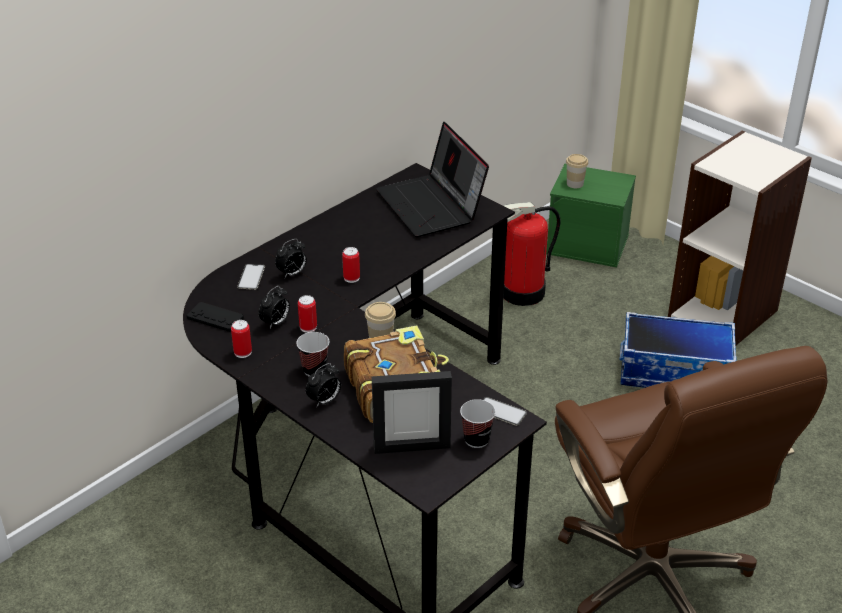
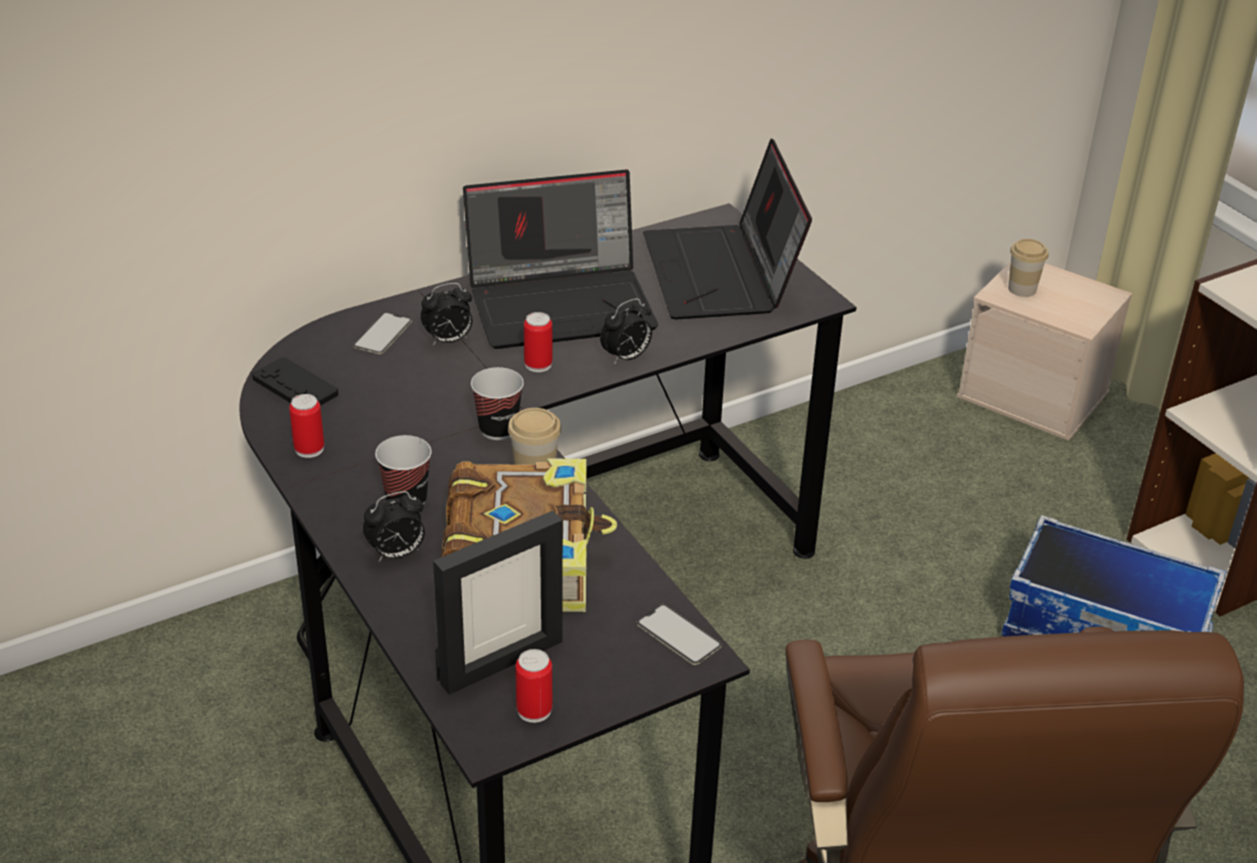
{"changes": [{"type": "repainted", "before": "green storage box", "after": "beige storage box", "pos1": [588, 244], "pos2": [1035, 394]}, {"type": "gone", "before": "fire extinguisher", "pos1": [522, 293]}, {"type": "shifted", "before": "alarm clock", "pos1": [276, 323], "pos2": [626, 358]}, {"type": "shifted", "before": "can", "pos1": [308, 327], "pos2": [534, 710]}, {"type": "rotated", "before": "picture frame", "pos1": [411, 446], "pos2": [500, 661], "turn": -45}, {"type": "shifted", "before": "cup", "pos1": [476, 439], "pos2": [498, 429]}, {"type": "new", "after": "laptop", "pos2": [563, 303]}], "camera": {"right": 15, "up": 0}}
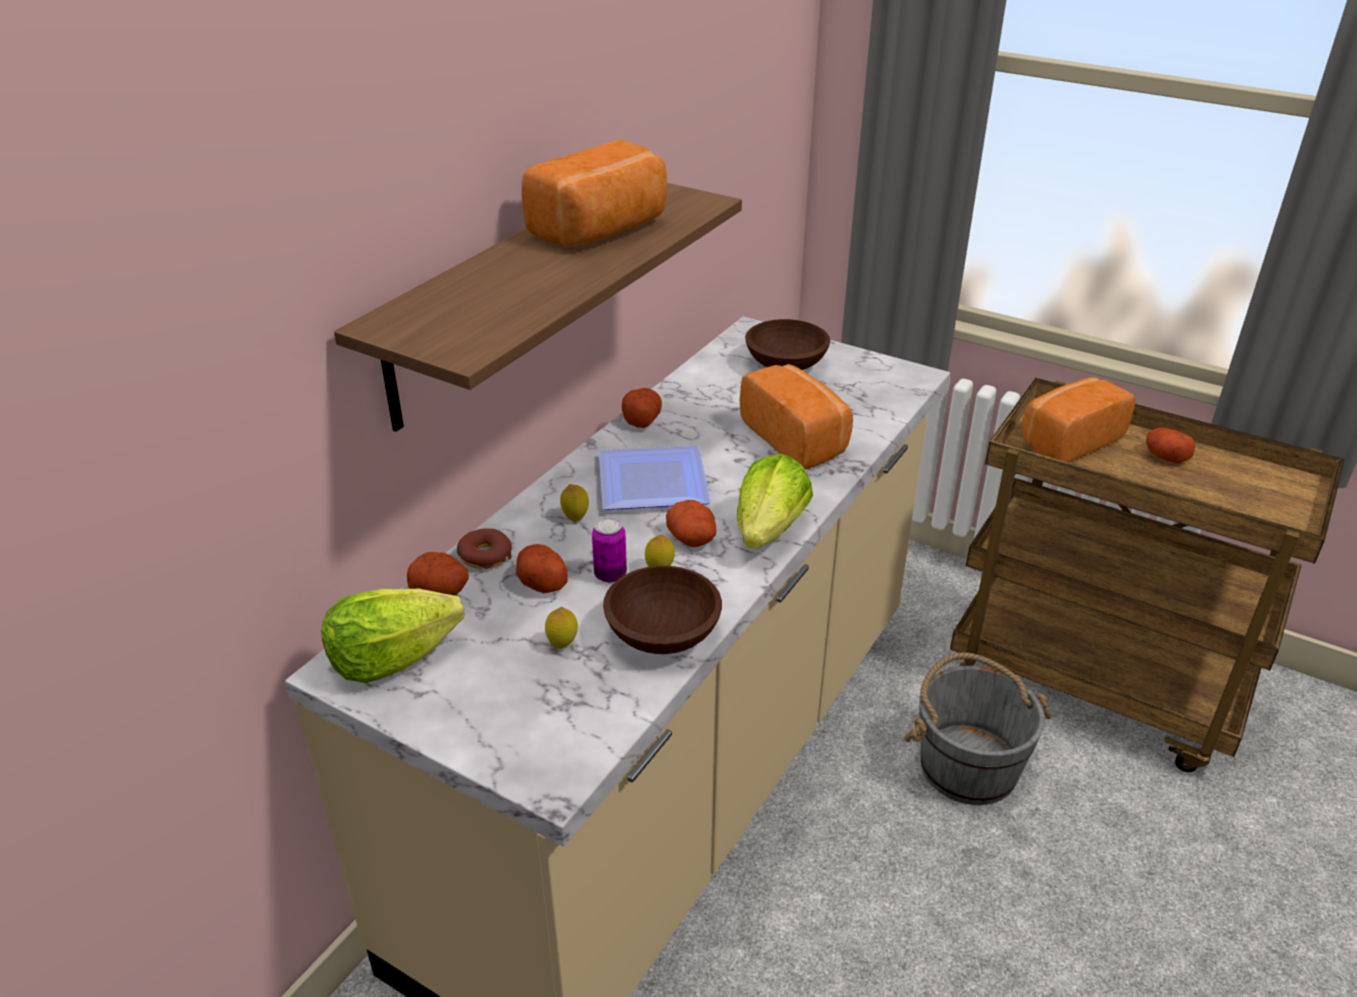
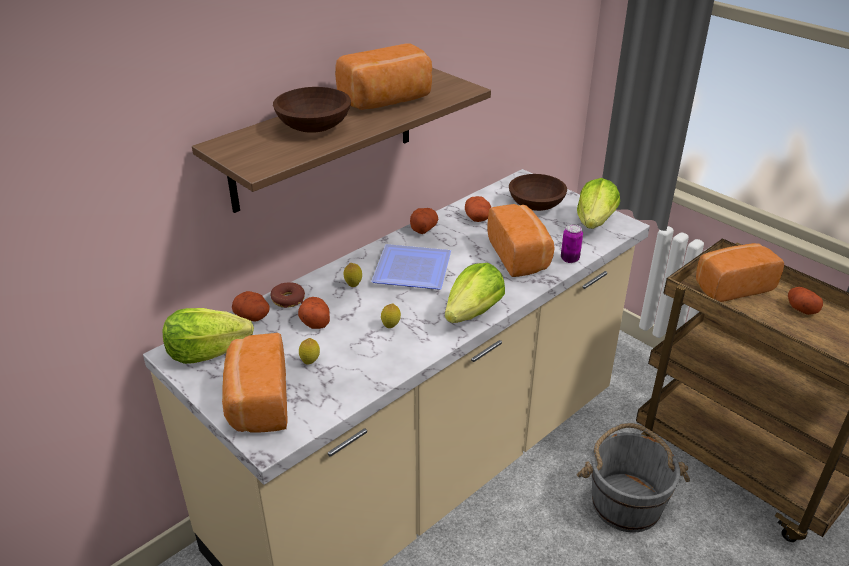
{"changes": [{"type": "shifted", "before": "potato", "pos1": [693, 538], "pos2": [478, 218]}, {"type": "shifted", "before": "can", "pos1": [610, 575], "pos2": [569, 259]}, {"type": "shifted", "before": "brown bowl", "pos1": [665, 633], "pos2": [315, 127]}, {"type": "new", "after": "lettuce", "pos2": [595, 222]}, {"type": "new", "after": "bread", "pos2": [257, 402]}], "camera": {"right": 15, "up": 0}}
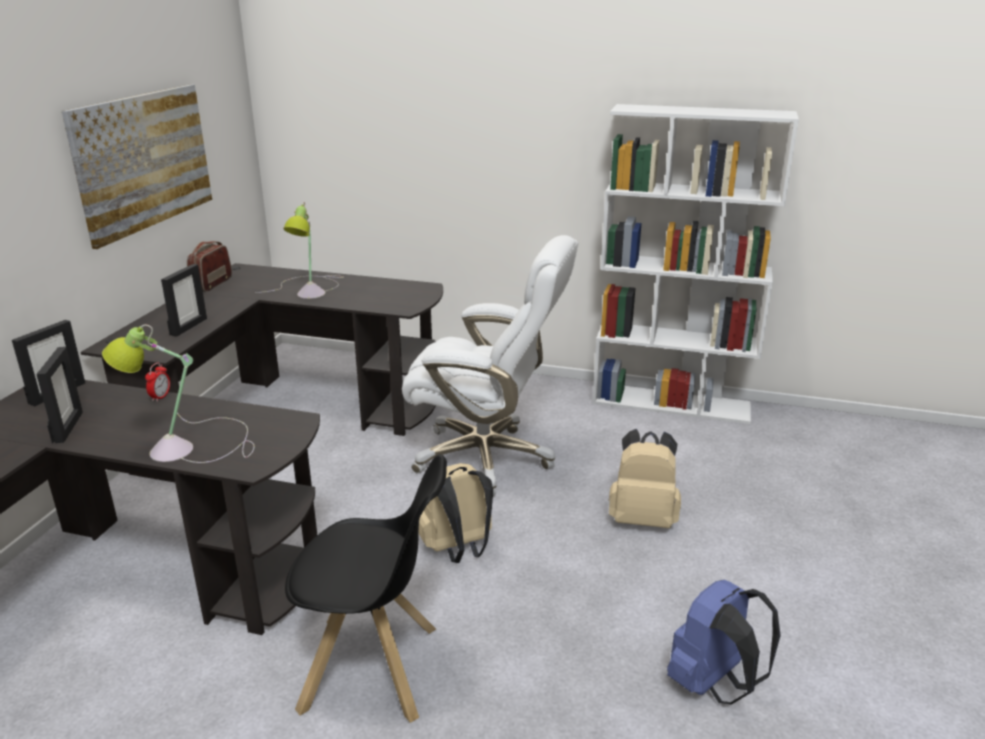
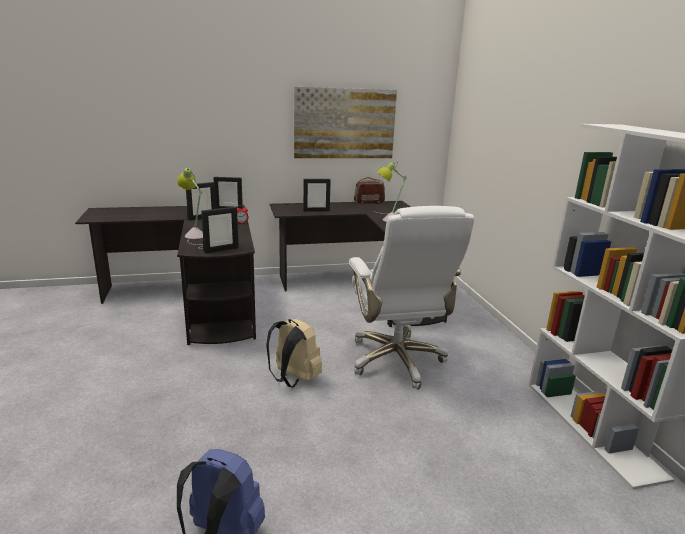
{"changes": [{"type": "gone", "before": "beige backpack", "pos1": [642, 518]}, {"type": "gone", "before": "black chair", "pos1": [374, 668]}, {"type": "new", "after": "picture frame", "pos2": [221, 249]}], "camera": {"right": 60, "up": -5}}
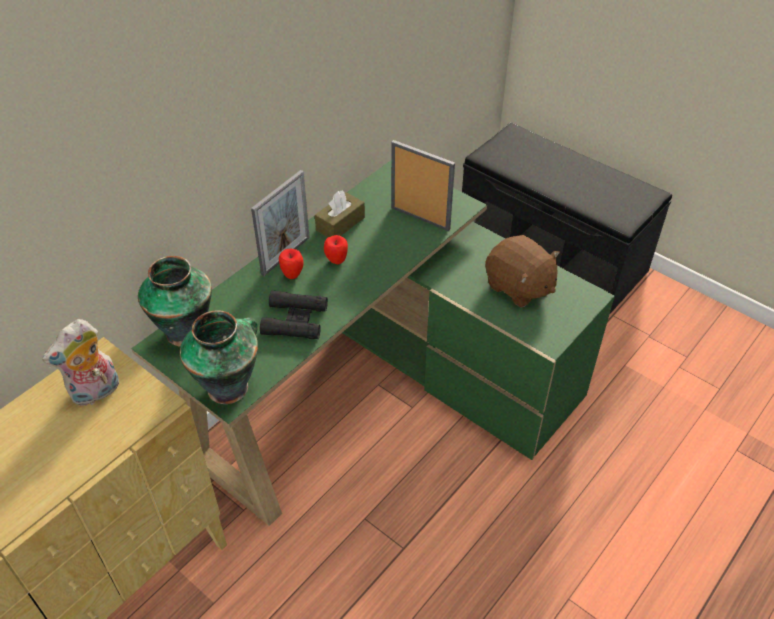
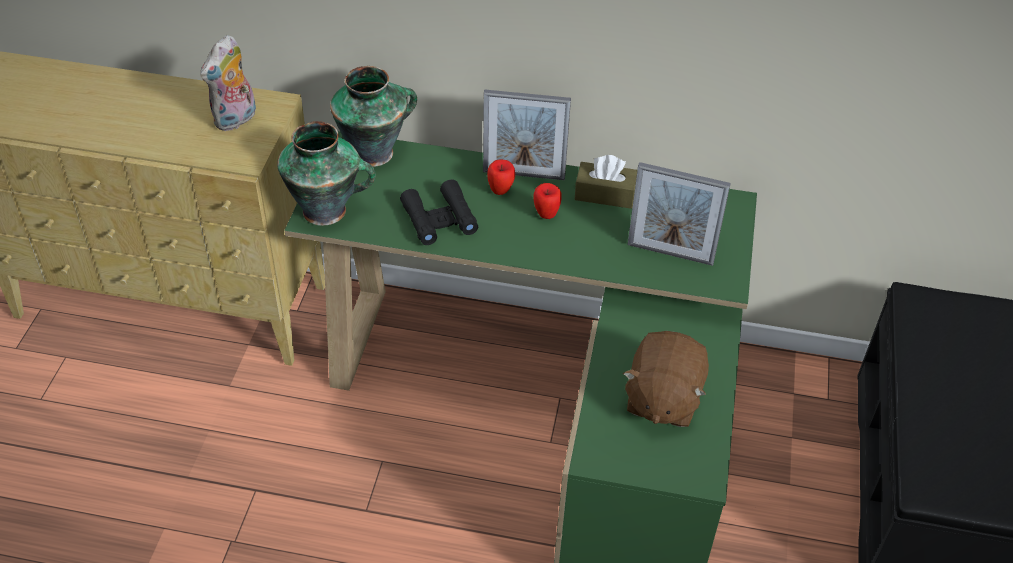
{"changes": [{"type": "rotated", "before": "picture frame", "pos1": [420, 218], "pos2": [670, 253], "turn": 105}, {"type": "rotated", "before": "plush toy", "pos1": [95, 393], "pos2": [236, 120], "turn": -75}], "camera": {"right": 60, "up": 0}}
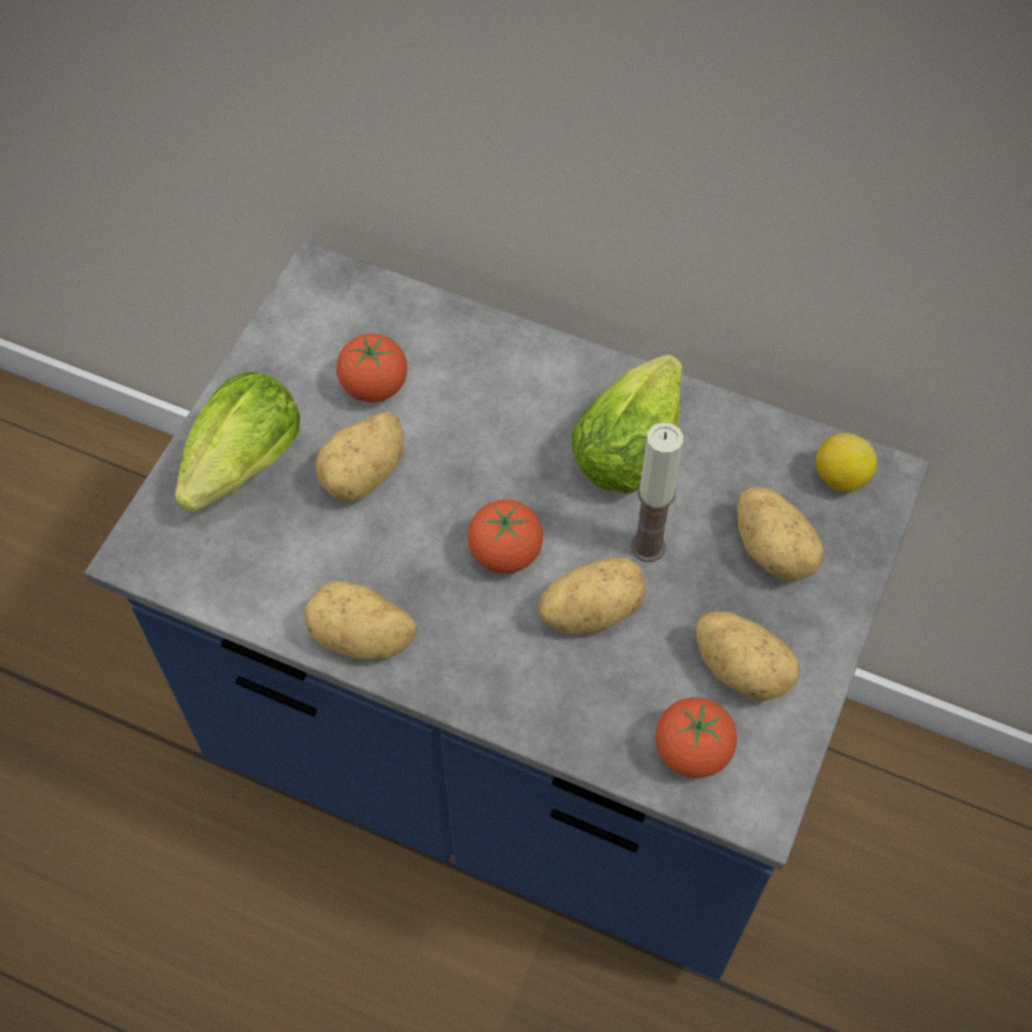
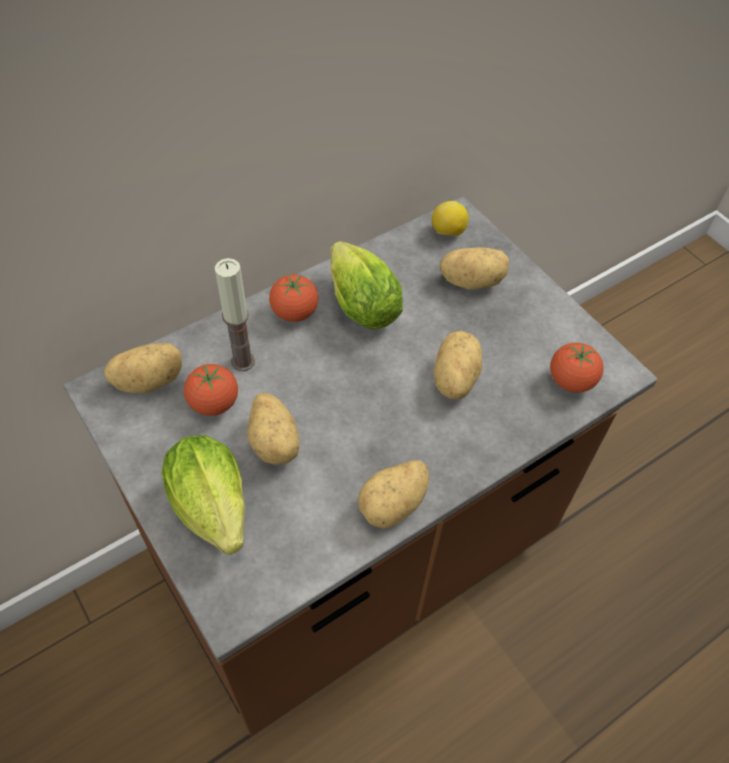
{"changes": [{"type": "repainted", "before": "blue counter", "after": "brown counter", "pos1": [516, 750], "pos2": [356, 556]}, {"type": "shifted", "before": "candle", "pos1": [648, 546], "pos2": [242, 361]}, {"type": "shifted", "before": "tomato", "pos1": [505, 553], "pos2": [294, 312]}, {"type": "shifted", "before": "potato", "pos1": [743, 668], "pos2": [149, 380]}], "camera": {"right": -60, "up": -5}}
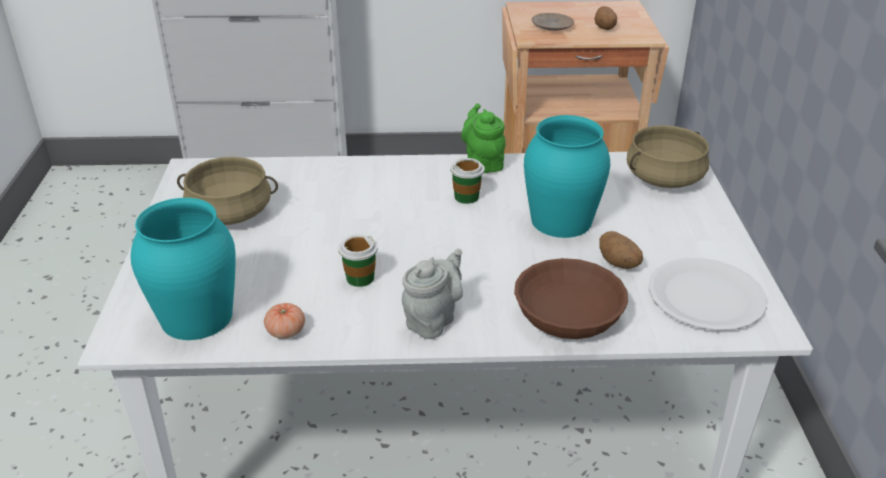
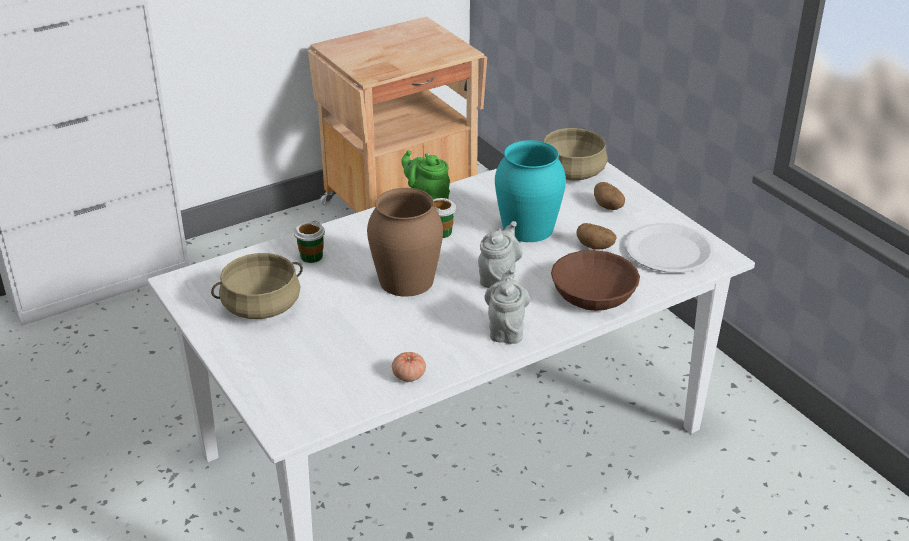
{"changes": [{"type": "shifted", "before": "potato", "pos1": [605, 28], "pos2": [608, 207]}, {"type": "gone", "before": "beige plate", "pos1": [551, 26]}, {"type": "gone", "before": "turquoise vase", "pos1": [195, 316]}, {"type": "shifted", "before": "cup", "pos1": [360, 278], "pos2": [311, 256]}, {"type": "new", "after": "brown vase", "pos2": [406, 280]}, {"type": "new", "after": "grey teapot", "pos2": [498, 278]}], "camera": {"right": -30, "up": 0}}
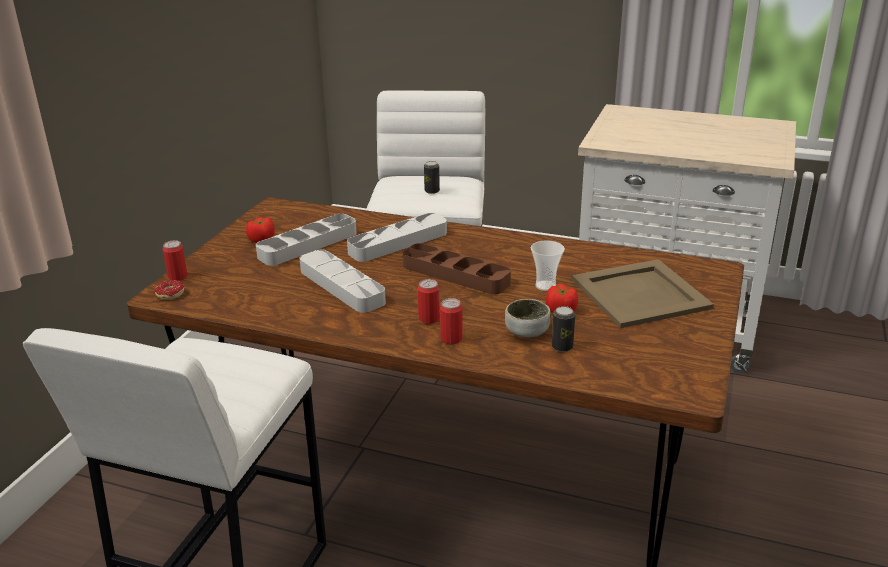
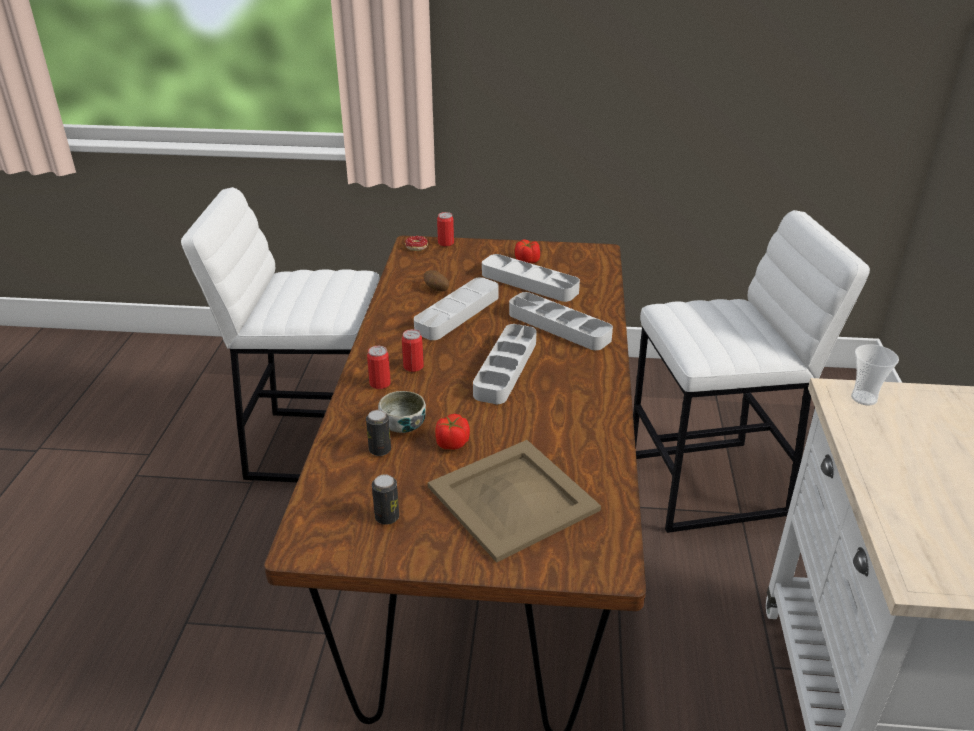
{"changes": [{"type": "shifted", "before": "can", "pos1": [432, 191], "pos2": [387, 517]}, {"type": "shifted", "before": "cup", "pos1": [545, 286], "pos2": [864, 398]}, {"type": "repainted", "before": "brown tray", "after": "grey tray", "pos1": [455, 274], "pos2": [505, 368]}, {"type": "new", "after": "potato", "pos2": [436, 289]}], "camera": {"right": 75, "up": 5}}
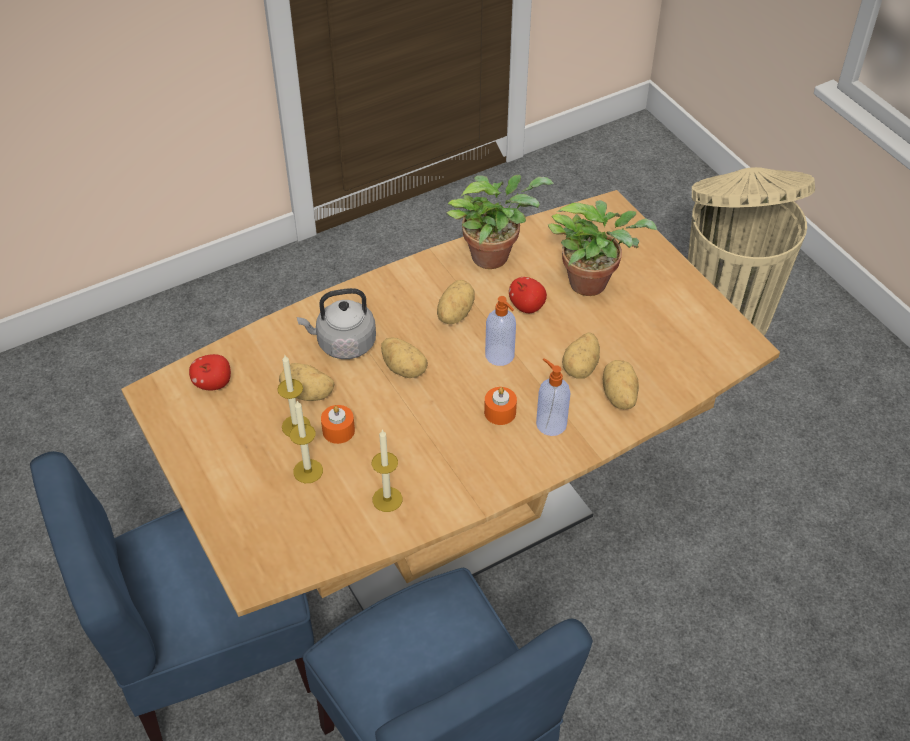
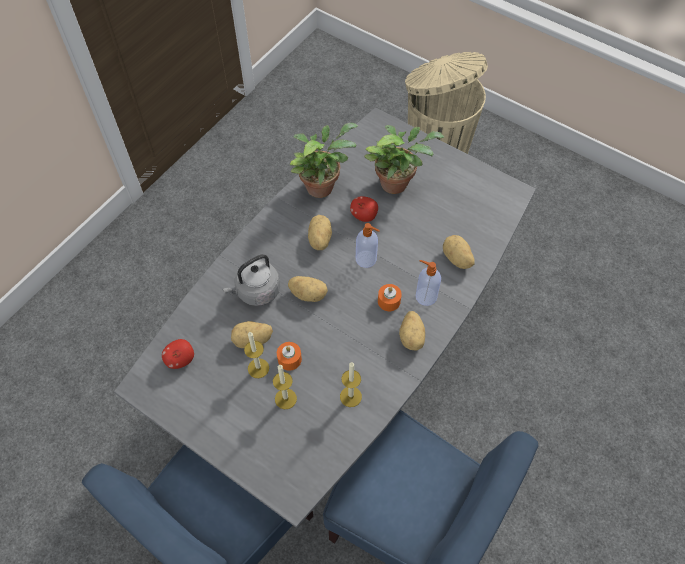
{"changes": [{"type": "repainted", "before": "brown dining table", "after": "grey dining table", "pos1": [454, 525], "pos2": [342, 365]}, {"type": "shifted", "before": "potato", "pos1": [581, 367], "pos2": [412, 337]}], "camera": {"right": -25, "up": 10}}
